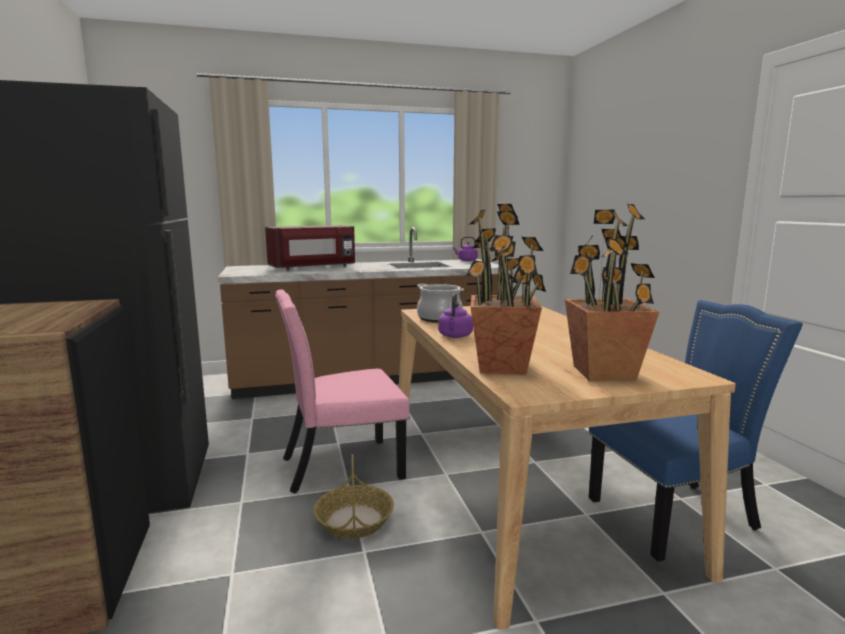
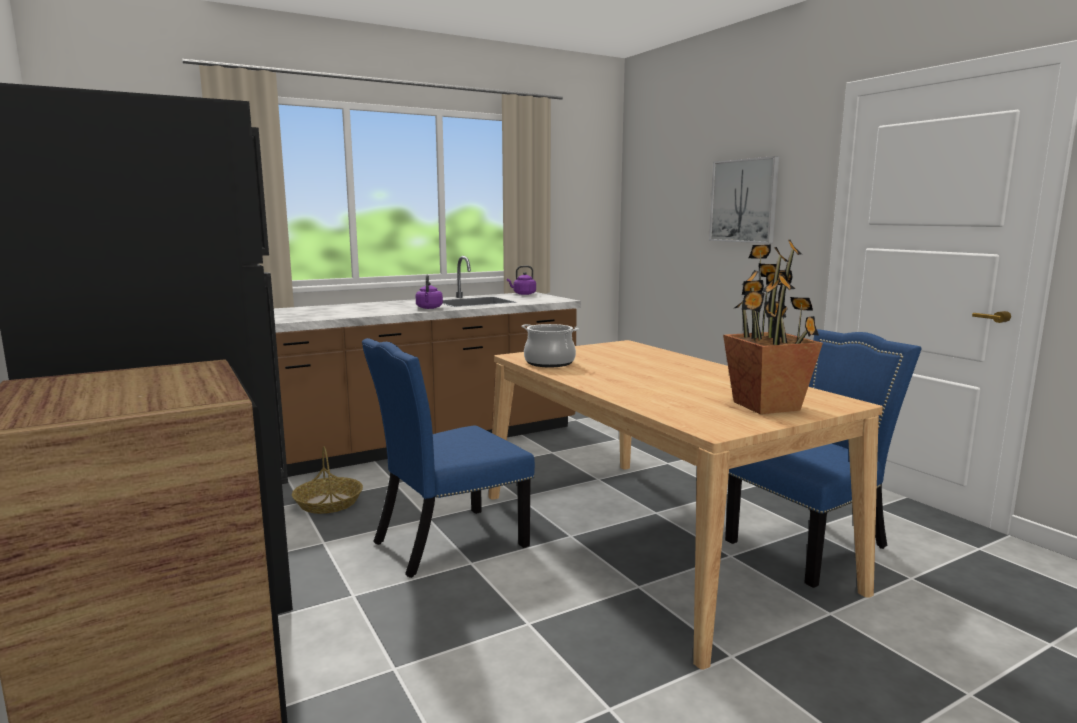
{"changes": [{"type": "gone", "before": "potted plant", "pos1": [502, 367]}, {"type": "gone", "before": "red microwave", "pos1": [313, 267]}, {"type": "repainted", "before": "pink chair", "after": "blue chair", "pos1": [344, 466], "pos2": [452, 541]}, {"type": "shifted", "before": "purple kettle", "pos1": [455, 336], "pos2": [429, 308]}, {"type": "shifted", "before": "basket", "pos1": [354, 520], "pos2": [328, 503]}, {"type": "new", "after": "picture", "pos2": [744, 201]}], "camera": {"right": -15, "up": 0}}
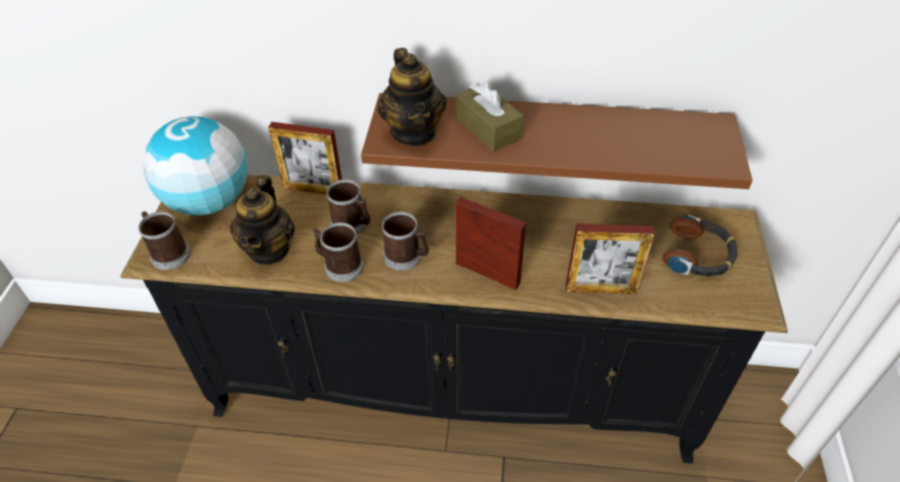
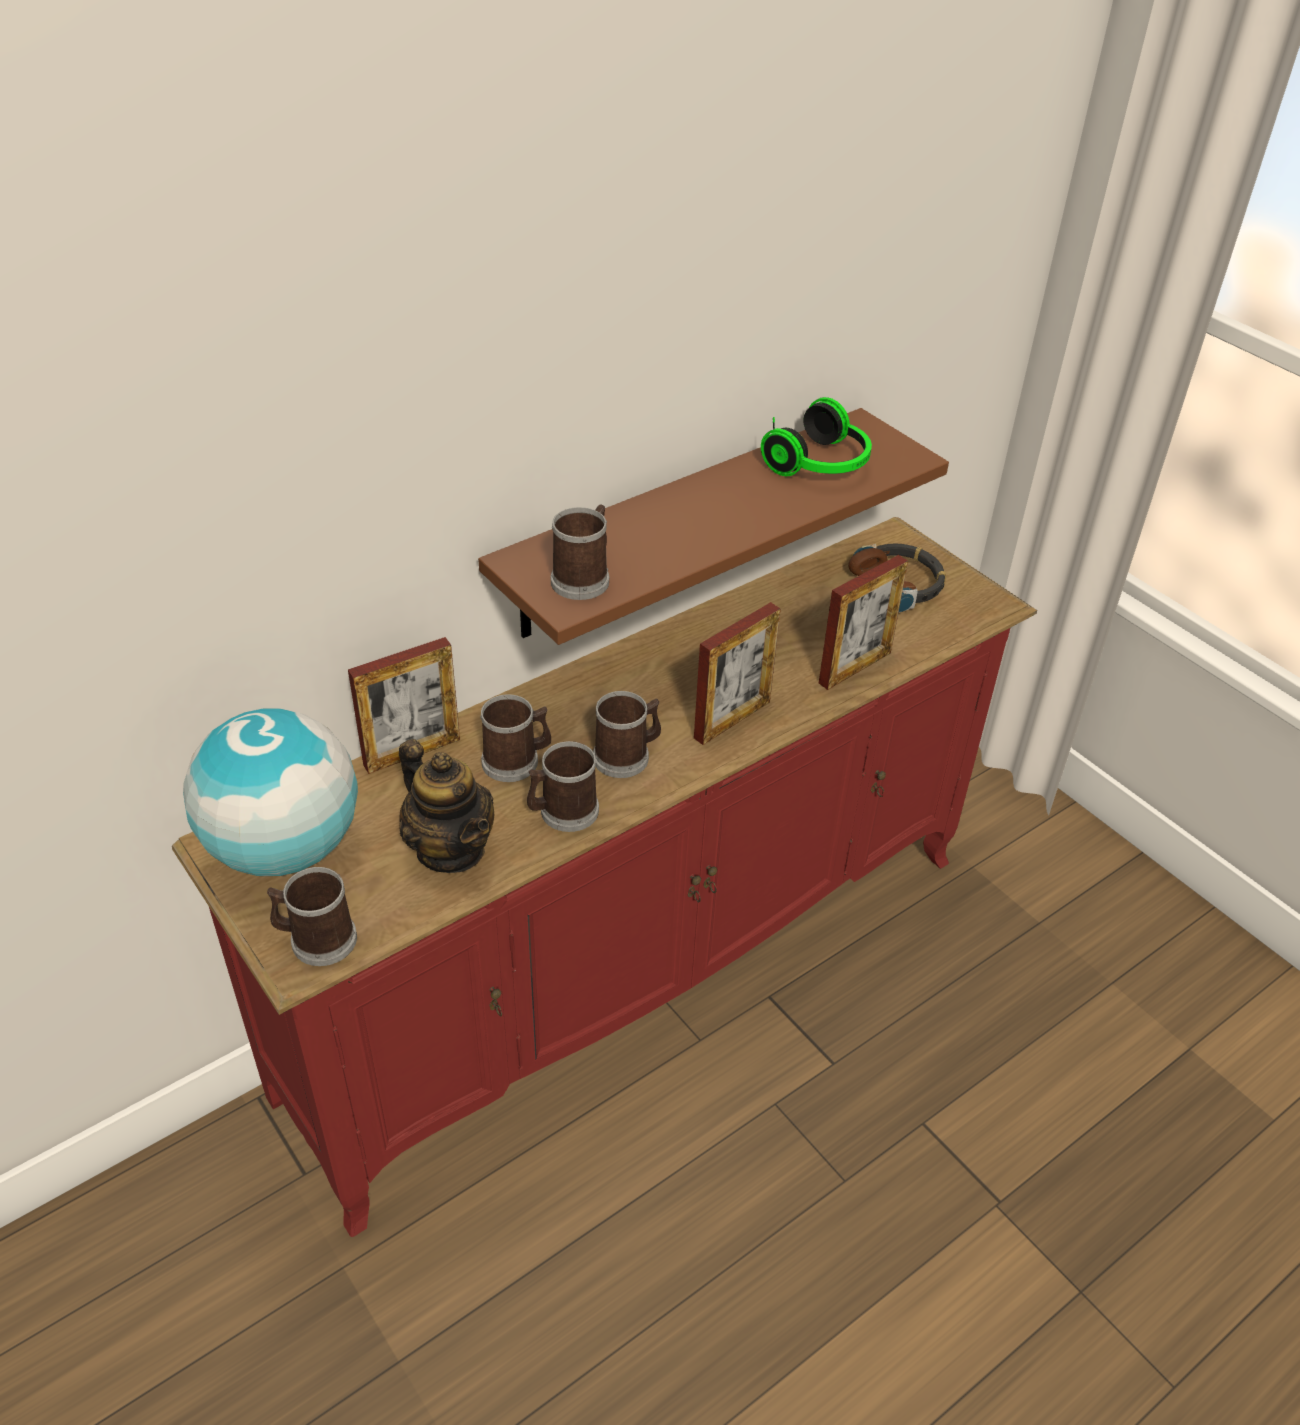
{"changes": [{"type": "swapped", "before": "teapot", "after": "mug", "pos1": [414, 132], "pos2": [584, 578]}, {"type": "gone", "before": "brown tissue box", "pos1": [487, 128]}, {"type": "repainted", "before": "black dresser", "after": "red dresser", "pos1": [452, 393], "pos2": [641, 973]}, {"type": "rotated", "before": "picture frame", "pos1": [487, 273], "pos2": [732, 720], "turn": 150}, {"type": "new", "after": "headphones", "pos2": [821, 465]}], "camera": {"right": -45, "up": -5}}
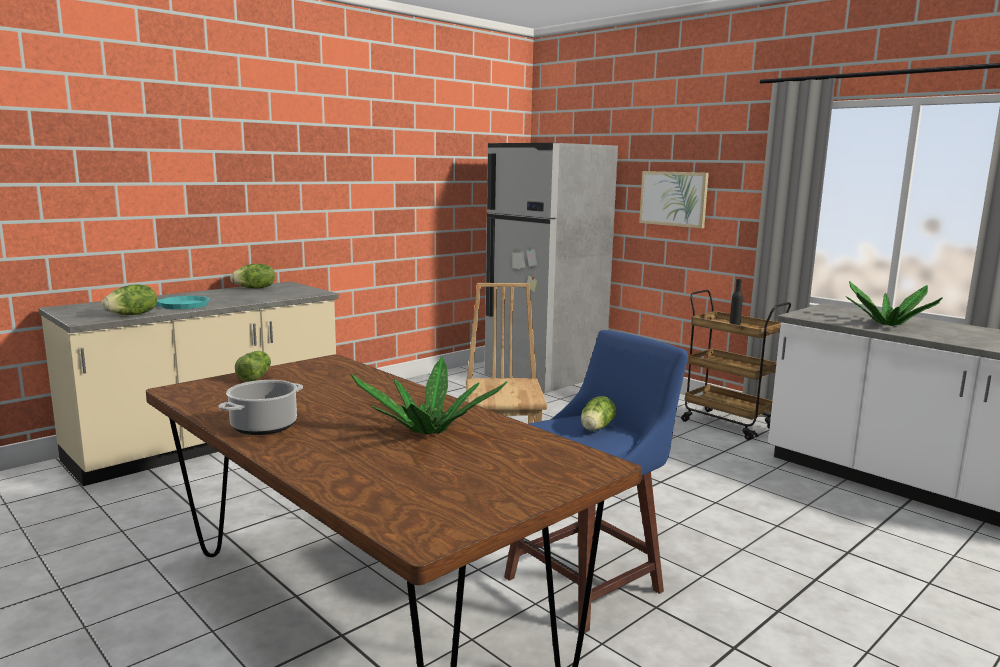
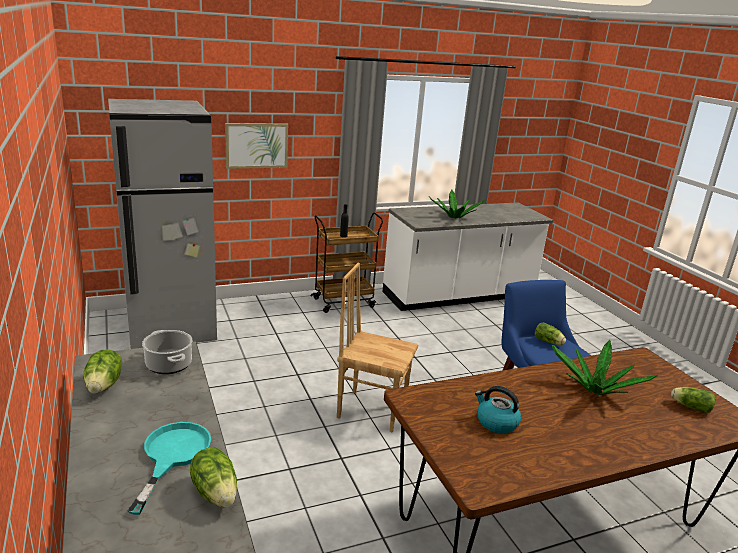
{"changes": [{"type": "shifted", "before": "lettuce", "pos1": [256, 376], "pos2": [689, 406]}, {"type": "shifted", "before": "cooking pot", "pos1": [264, 426], "pos2": [168, 364]}, {"type": "new", "after": "kettle", "pos2": [496, 422]}], "camera": {"right": -70, "up": 10}}
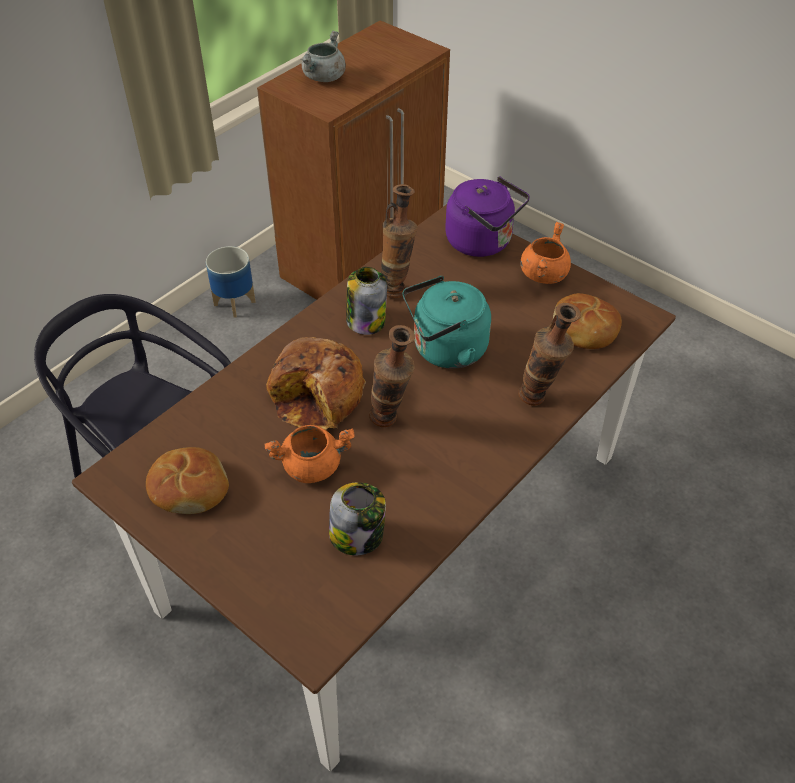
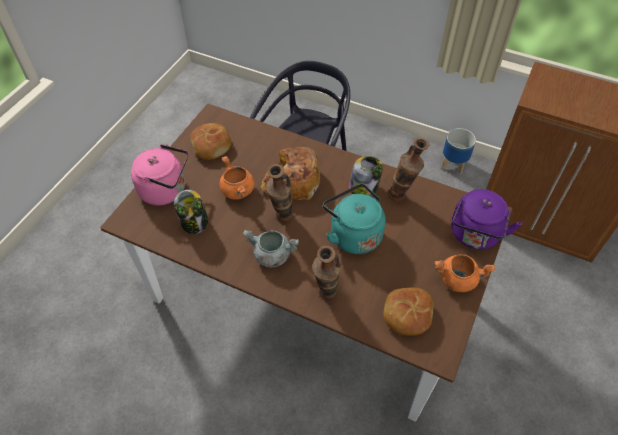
{"changes": [{"type": "shifted", "before": "grey cooking pot", "pos1": [324, 78], "pos2": [272, 256]}, {"type": "new", "after": "pink kettle", "pos2": [166, 190]}], "camera": {"right": 75, "up": 5}}
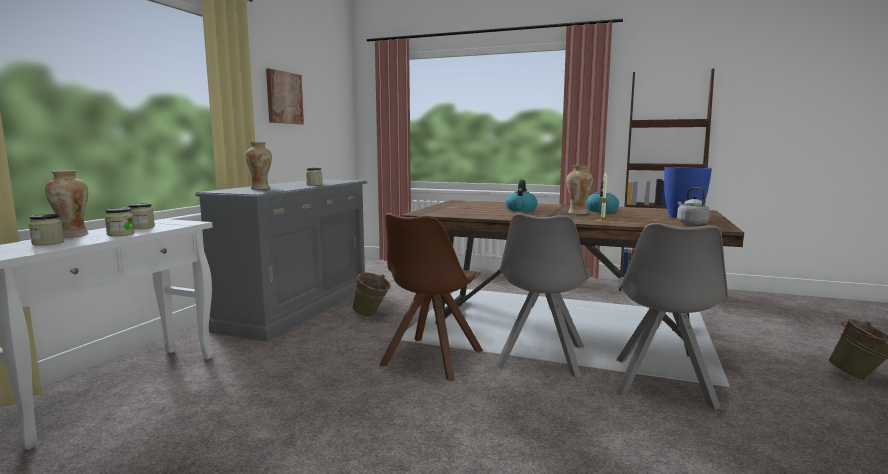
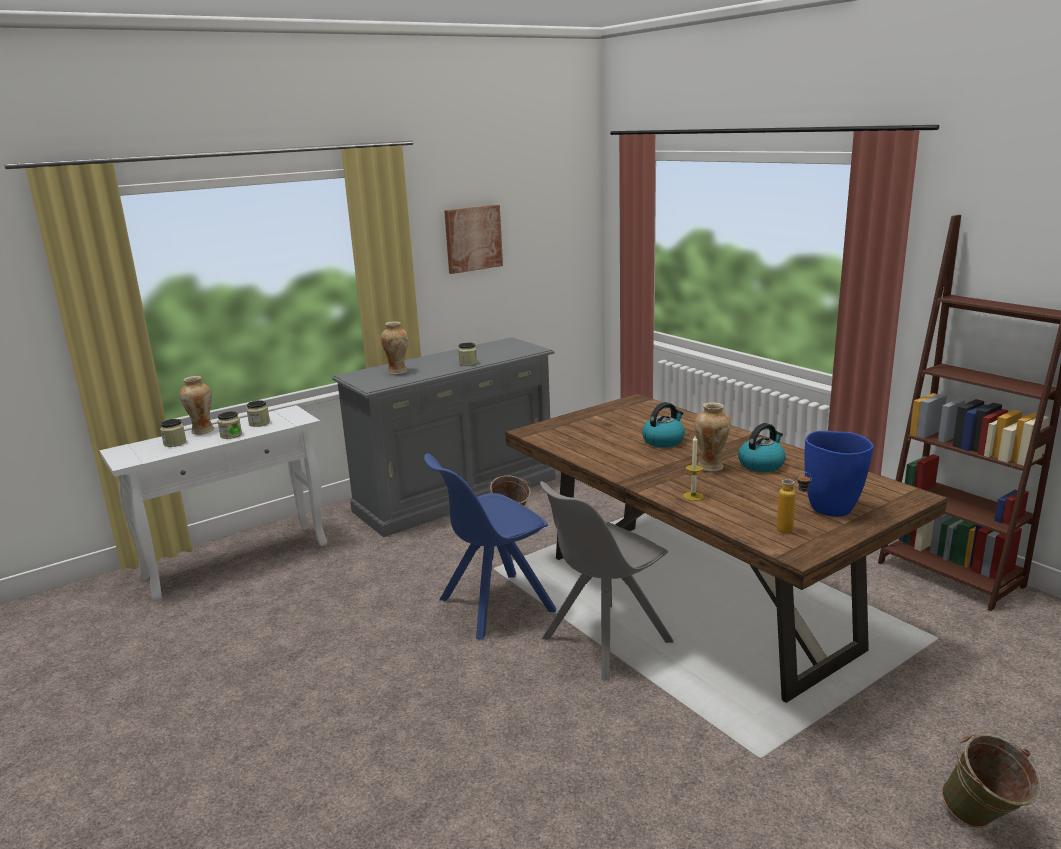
{"changes": [{"type": "swapped", "before": "grey kettle", "after": "bottle", "pos1": [691, 223], "pos2": [791, 530]}, {"type": "repainted", "before": "brown chair", "after": "blue chair", "pos1": [431, 359], "pos2": [494, 606]}, {"type": "gone", "before": "grey chair", "pos1": [662, 383]}], "camera": {"right": 35, "up": 10}}
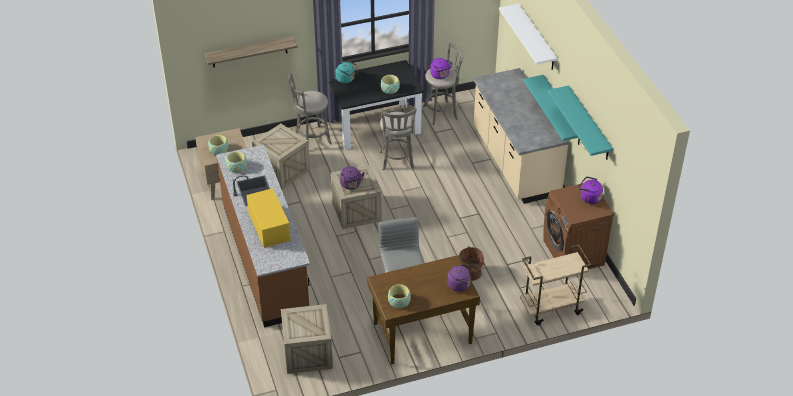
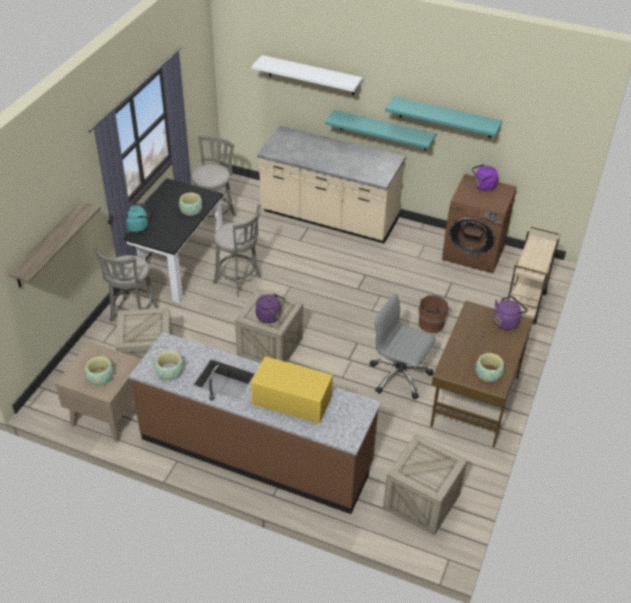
{"changes": [{"type": "gone", "before": "purple kettle", "pos1": [440, 75]}], "camera": {"right": -50, "up": 0}}
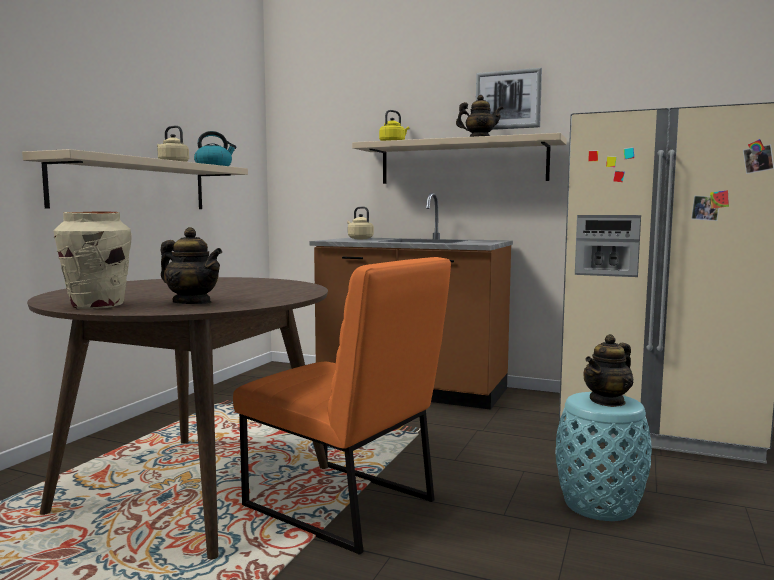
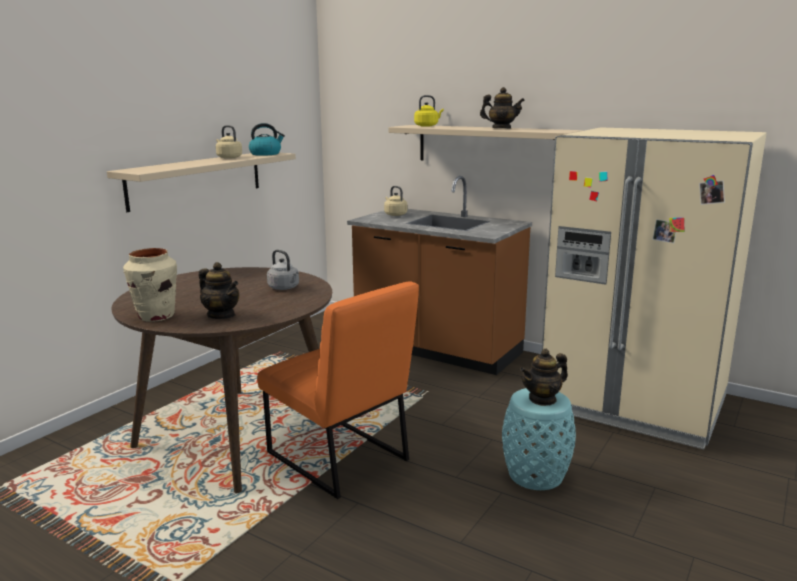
{"changes": [{"type": "gone", "before": "picture", "pos1": [508, 100]}, {"type": "new", "after": "grey kettle", "pos2": [285, 288]}], "camera": {"right": 10, "up": 10}}
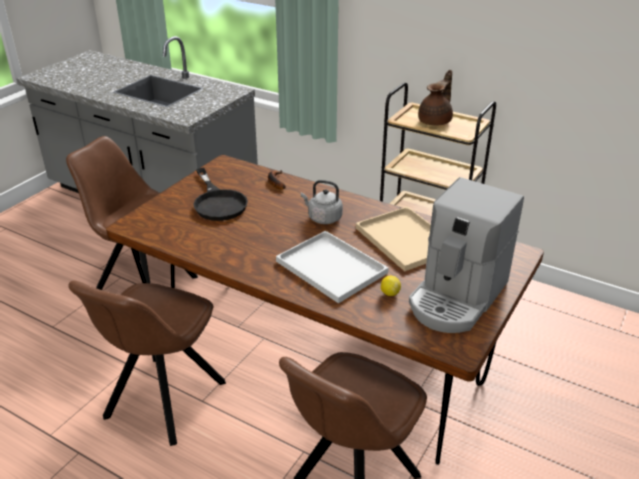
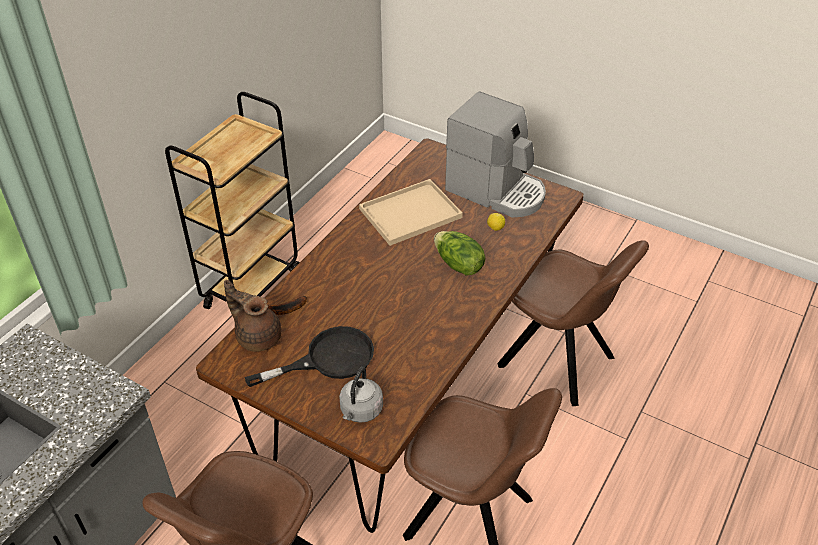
{"changes": [{"type": "shifted", "before": "brown teapot", "pos1": [436, 121], "pos2": [257, 336]}, {"type": "shifted", "before": "grey kettle", "pos1": [323, 218], "pos2": [360, 411]}, {"type": "swapped", "before": "white tray", "after": "lettuce", "pos1": [329, 267], "pos2": [458, 265]}], "camera": {"right": -90, "up": 10}}
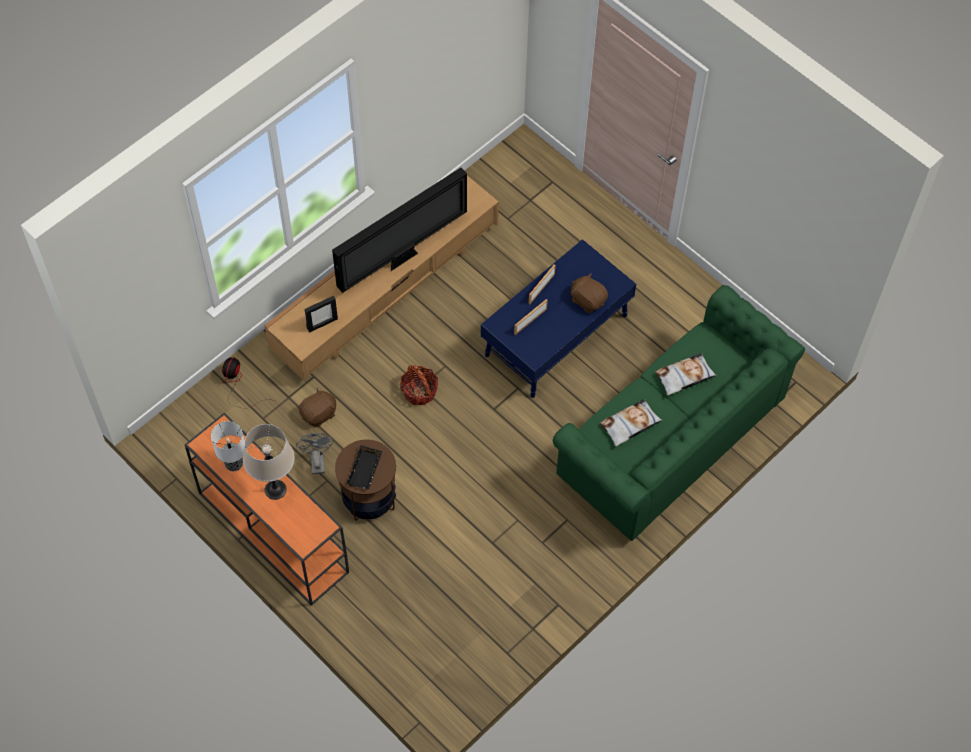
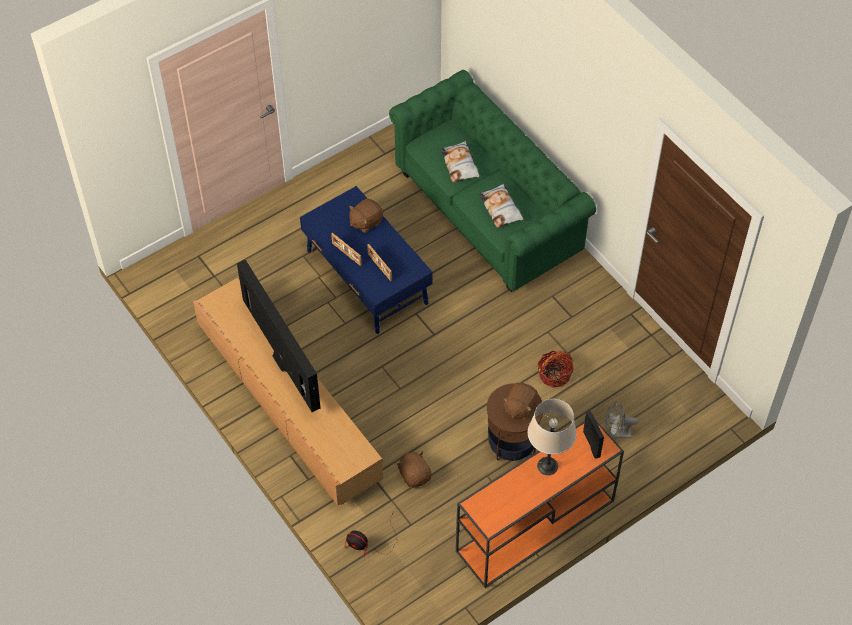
{"changes": [{"type": "shifted", "before": "picture frame", "pos1": [322, 323], "pos2": [591, 444]}, {"type": "shifted", "before": "basket", "pos1": [419, 391], "pos2": [554, 374]}, {"type": "gone", "before": "table lamp", "pos1": [233, 463]}, {"type": "shifted", "before": "grey fan", "pos1": [317, 461], "pos2": [616, 433]}, {"type": "swapped", "before": "black tray", "after": "brown plush toy", "pos1": [365, 471], "pos2": [519, 407]}], "camera": {"right": -80, "up": -5}}
